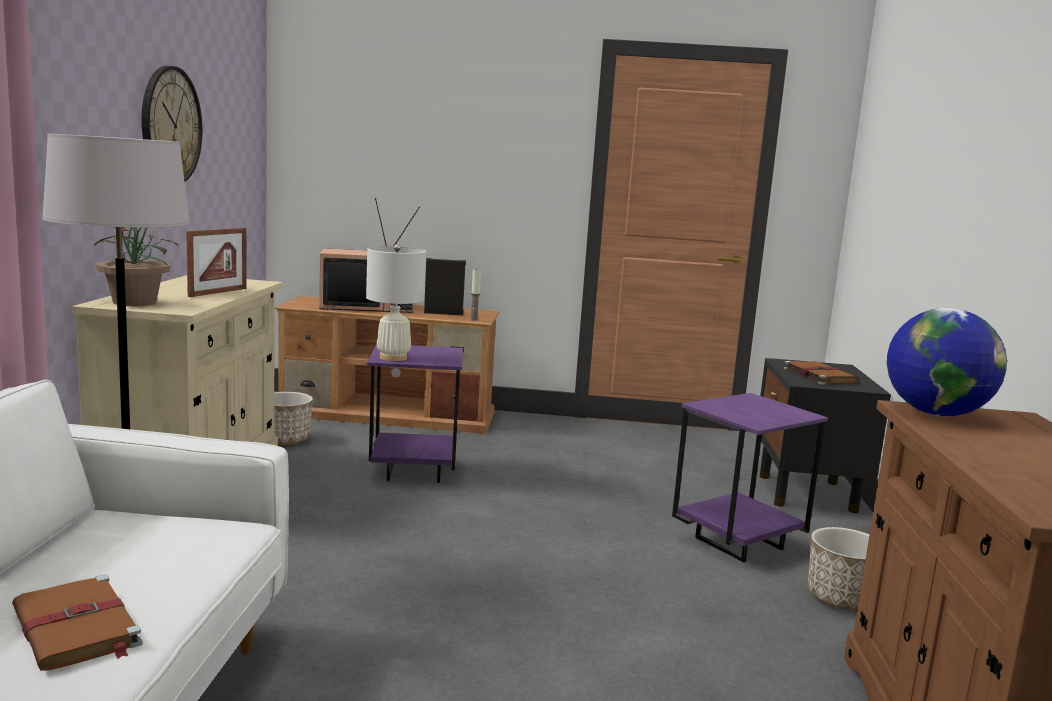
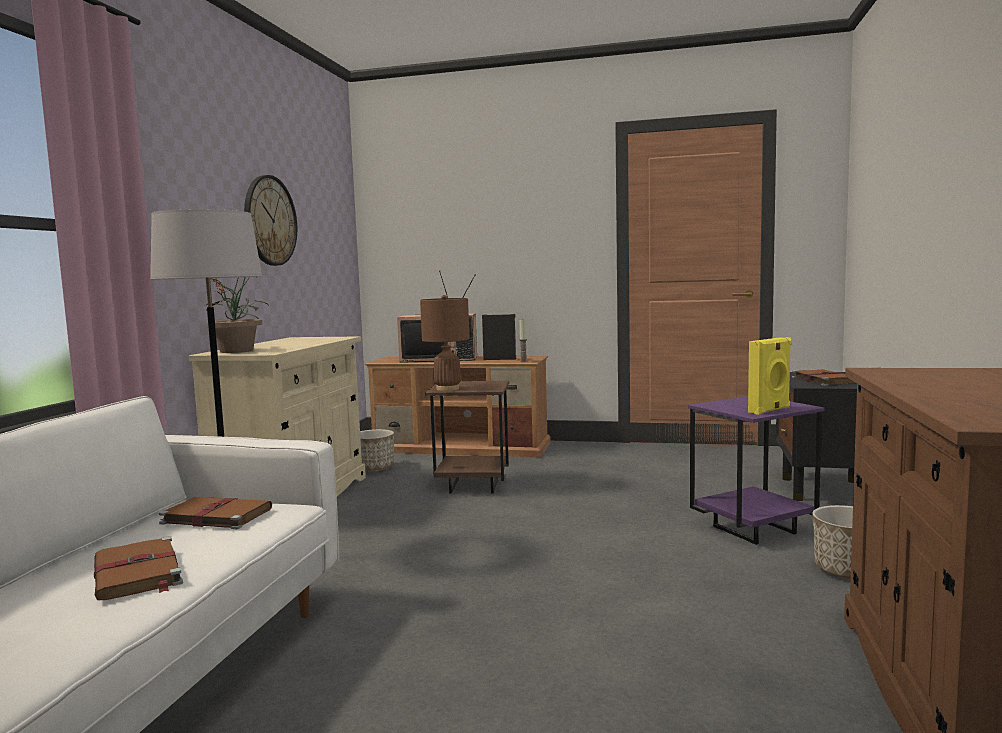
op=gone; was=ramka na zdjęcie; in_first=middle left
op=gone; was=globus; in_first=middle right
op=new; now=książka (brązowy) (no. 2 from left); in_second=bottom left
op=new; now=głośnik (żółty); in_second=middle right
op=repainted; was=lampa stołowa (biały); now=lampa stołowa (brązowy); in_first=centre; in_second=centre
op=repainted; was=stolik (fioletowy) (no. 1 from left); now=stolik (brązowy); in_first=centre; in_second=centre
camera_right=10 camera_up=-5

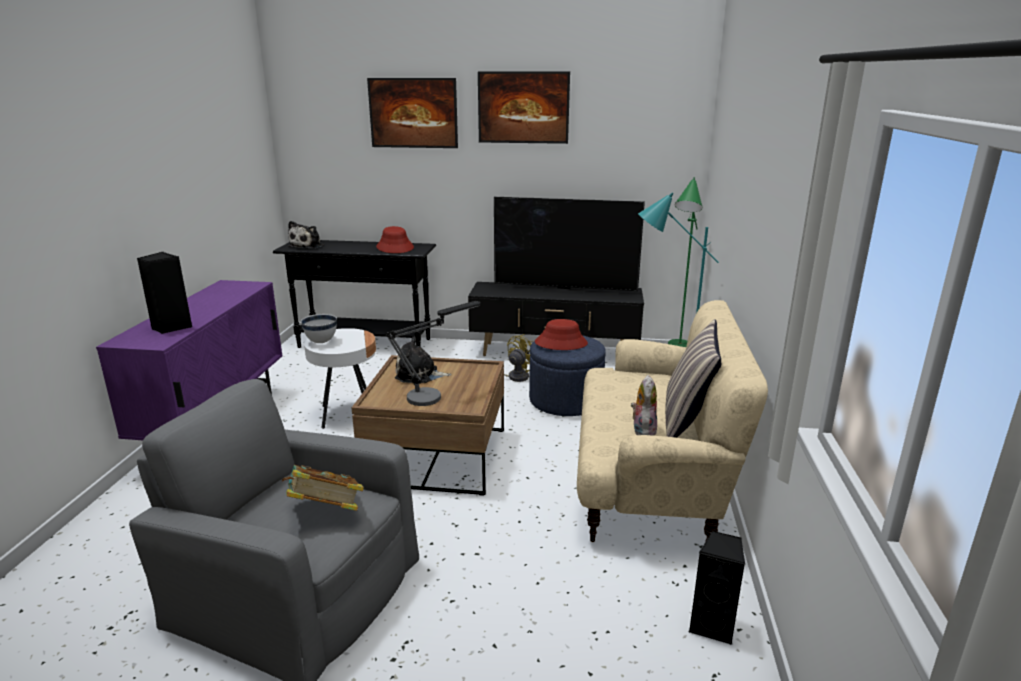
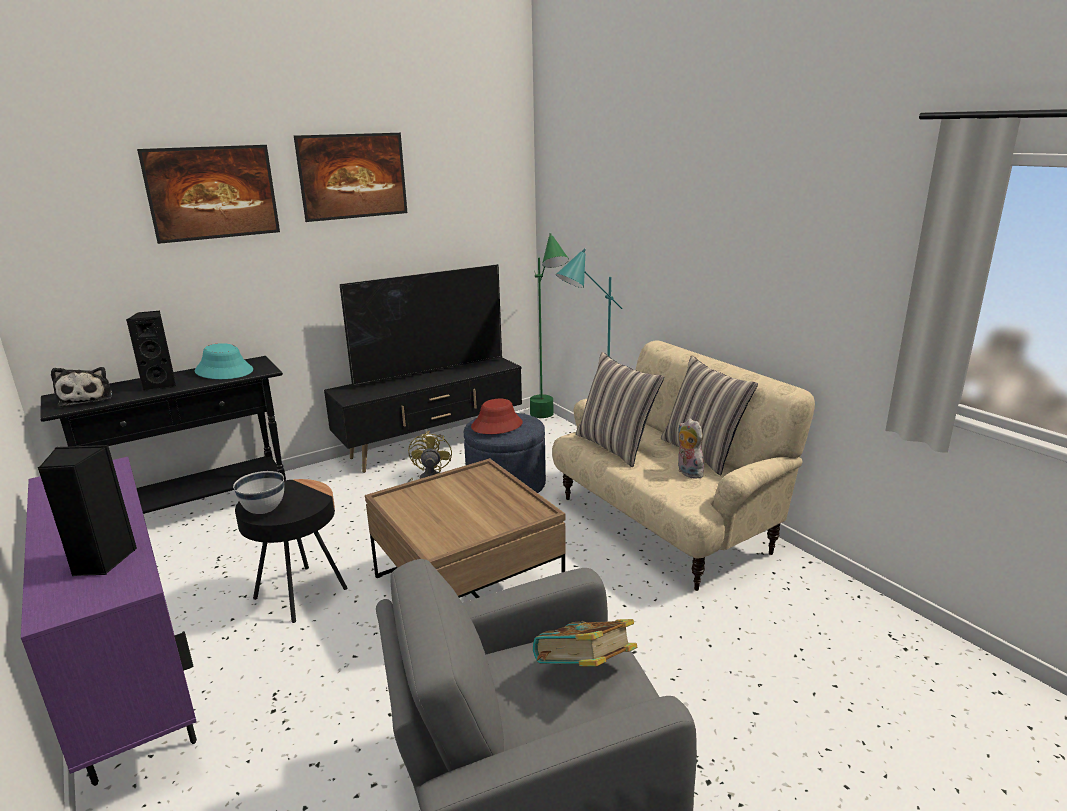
op=gone; was=lampa stołowa; in_first=centre
op=gone; was=pluszak (no. 2 from left); in_first=centre
op=new; now=poduszka (no. 1 from left); in_second=centre
op=shifted; was=głośnik (czarny) (no. 2 from left); in_first=bottom right; in_second=middle left
op=repainted; was=stolik (biały); now=stolik (czarny); in_first=middle left; in_second=bottom left
op=repainted; was=kapelusz (czerwony) (no. 1 from left); now=kapelusz (turkusowy); in_first=centre; in_second=middle left
camera_right=-40 camera_up=0

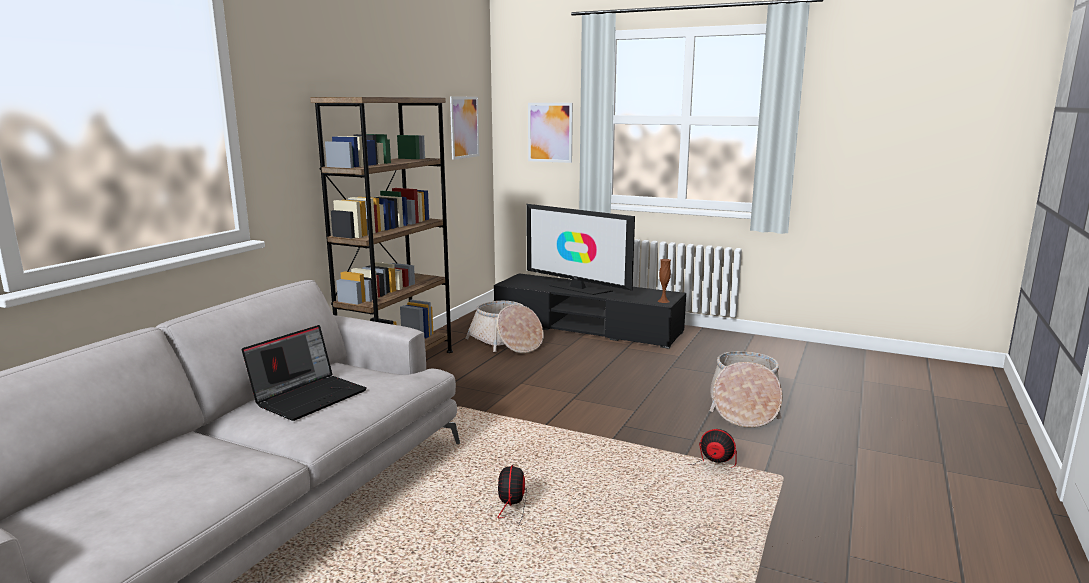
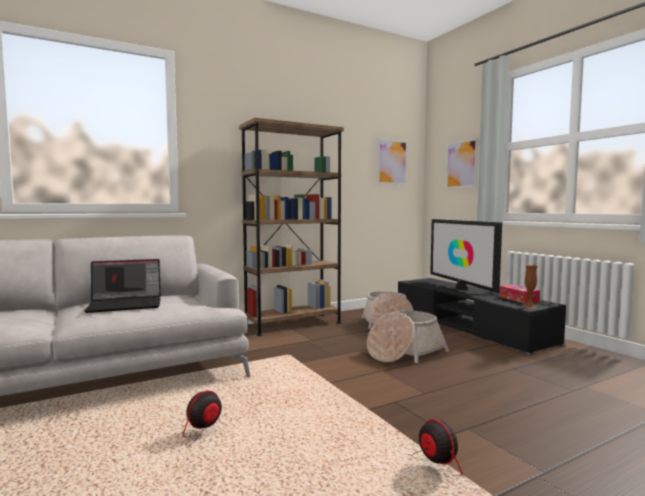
op=new; now=pudełko chusteczek; in_second=middle right
op=shifted; was=koszyk (no. 2 from left); in_first=bottom right; in_second=bottom centre
camera_right=35 camera_up=-10

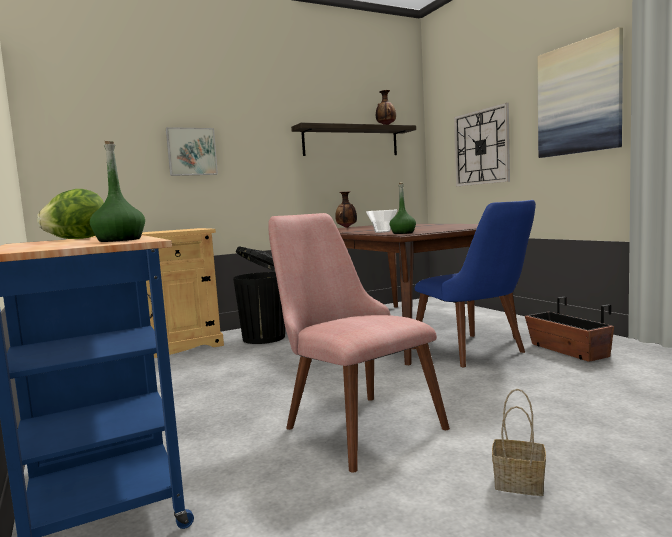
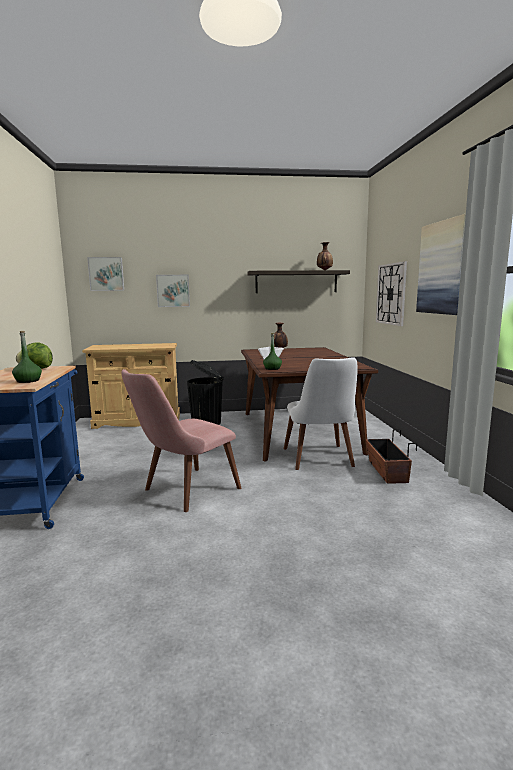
op=gone; was=koszyk; in_first=bottom right
op=new; now=obraz (no. 1 from left); in_second=middle left
op=repainted; was=krzesło (niebieski); now=krzesło (biały); in_first=middle right; in_second=centre
op=rotated; was=krzesło (różowy); in_first=centre; in_second=centre; clockwise=-120
camera_right=20 camera_up=5

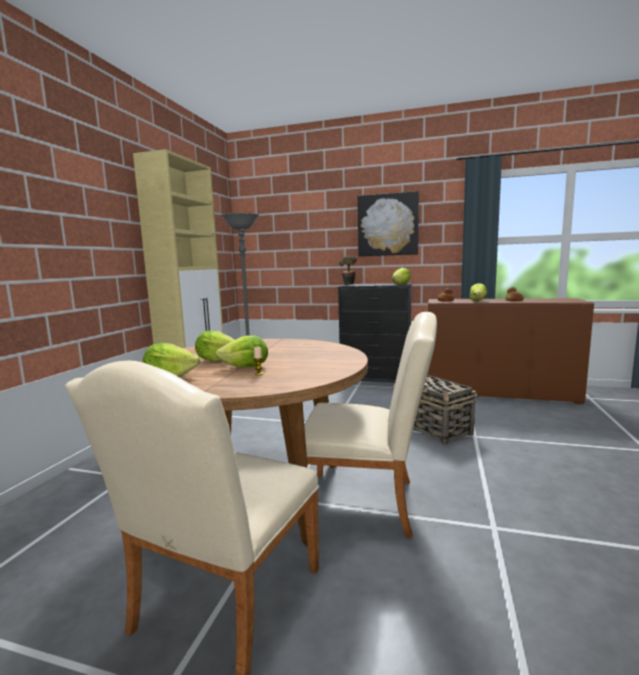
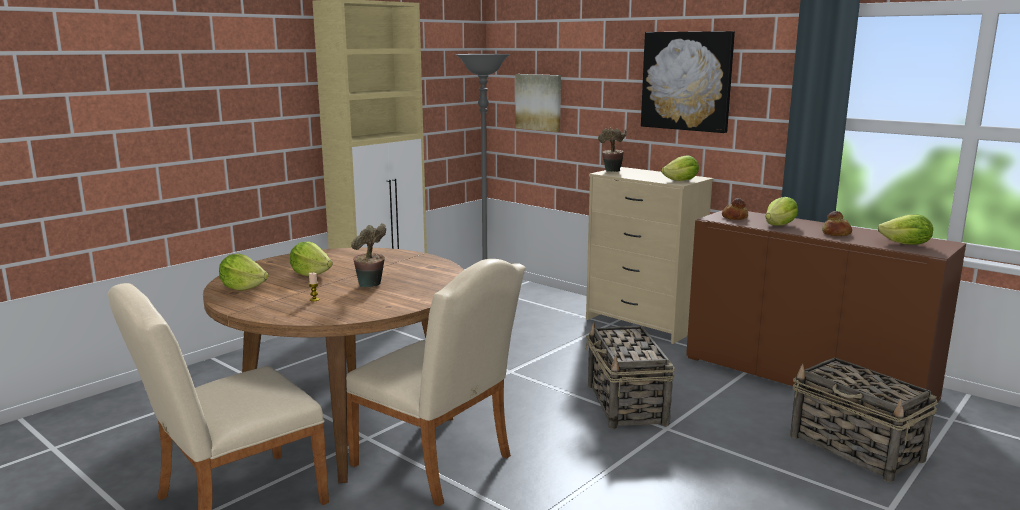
op=new; now=roślina doniczkowa (no. 1 from left); in_second=centre
op=new; now=obraz (no. 1 from left); in_second=top centre
op=new; now=koszyk (no. 2 from left); in_second=bottom right
op=shifted; was=sałata (no. 3 from left in the first image); now=sałata (no. 5 from left); in_first=centre; in_second=middle right
op=repainted; was=komoda (czarny); now=komoda (beżowy); in_first=centre; in_second=centre
camera_right=25 camera_up=5

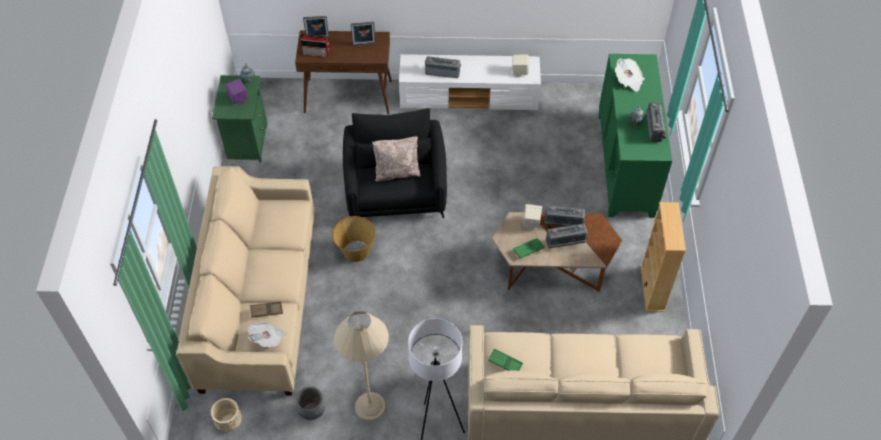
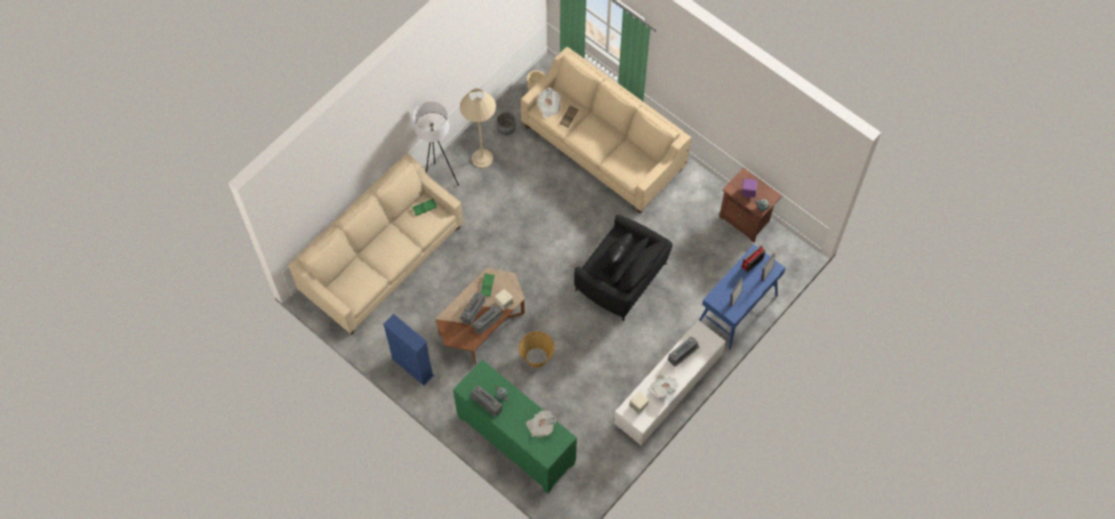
op=new; now=gazeta (no. 3 from left); in_second=bottom centre
op=shifted; was=koszyk; in_first=centre; in_second=bottom centre
op=repainted; was=szafka nocna (zielony); now=szafka nocna (brązowy); in_first=top left; in_second=middle right
op=repainted; was=stolik konsolowy (brązowy); now=stolik konsolowy (niebieski); in_first=top centre; in_second=centre
op=repainted; was=poduszka (beżowy); now=poduszka (czarny); in_first=centre; in_second=centre
op=repainted; was=regał (beżowy); now=regał (niebieski); in_first=middle right; in_second=bottom centre
camera_right=130 camera_up=10

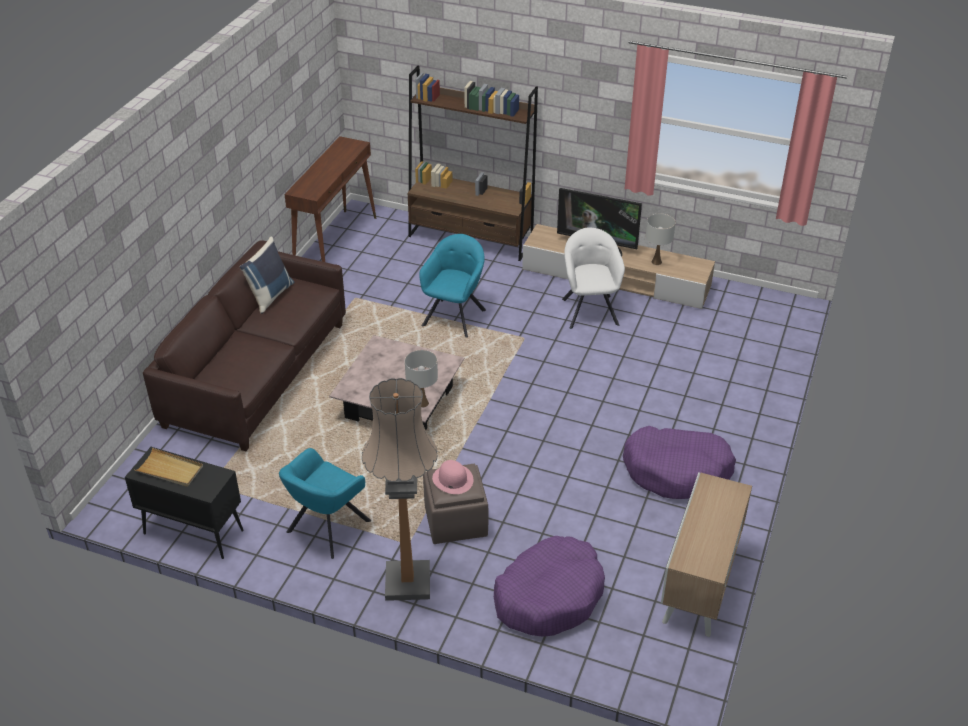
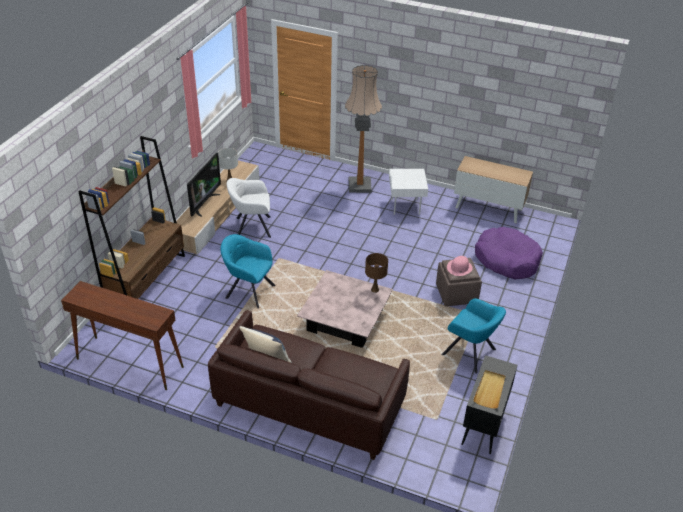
op=shifted; was=lampa stojąca; in_first=bottom centre; in_second=top centre
op=swapped; was=legowisko (fioletowy) (no. 2 from left); now=stolik (biały); in_first=middle right; in_second=centre
op=repainted; was=lampa stołowa (biały) (no. 1 from left); now=lampa stołowa (brązowy); in_first=centre; in_second=centre
camera_right=-90 camera_up=0

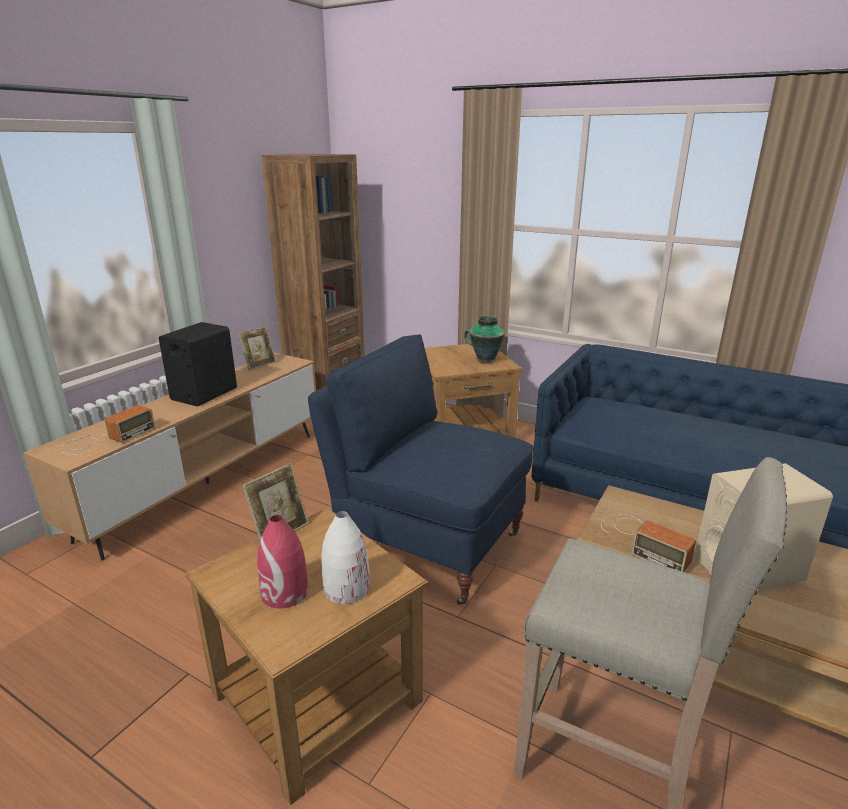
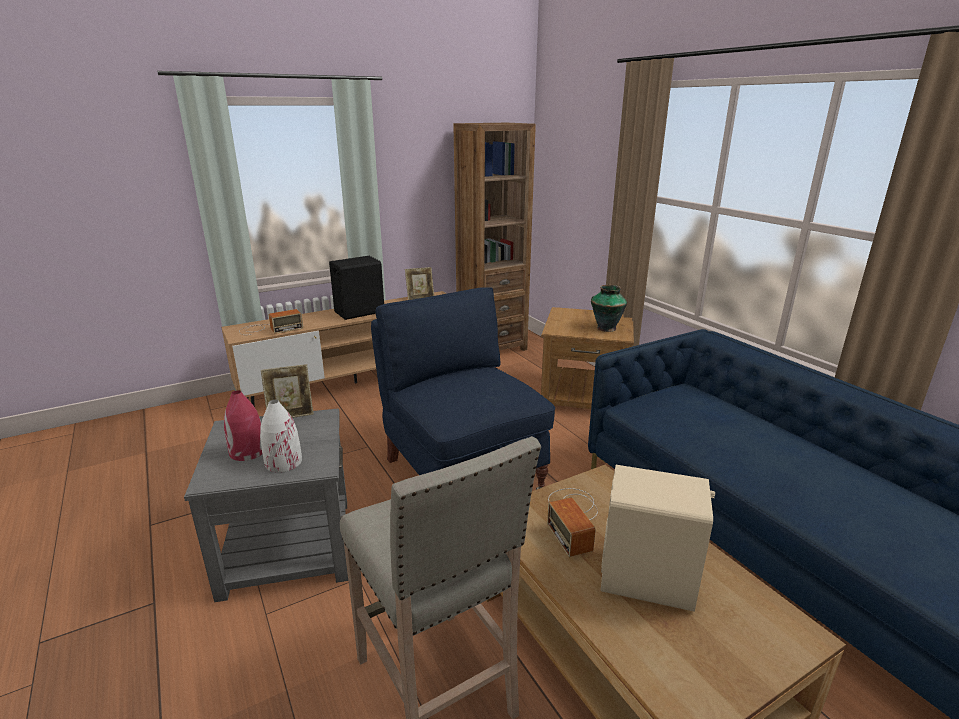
op=repainted; was=stolik (brązowy) (no. 1 from left); now=stolik (szary); in_first=bottom centre; in_second=bottom left
camera_right=30 camera_up=0

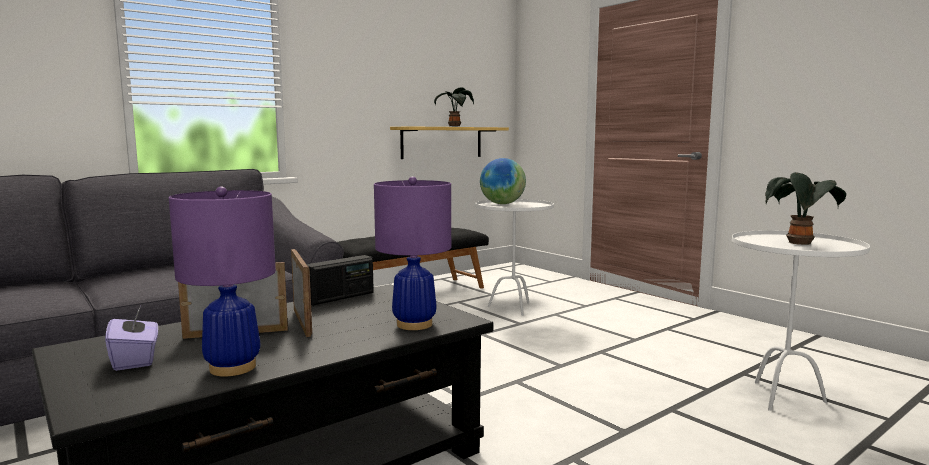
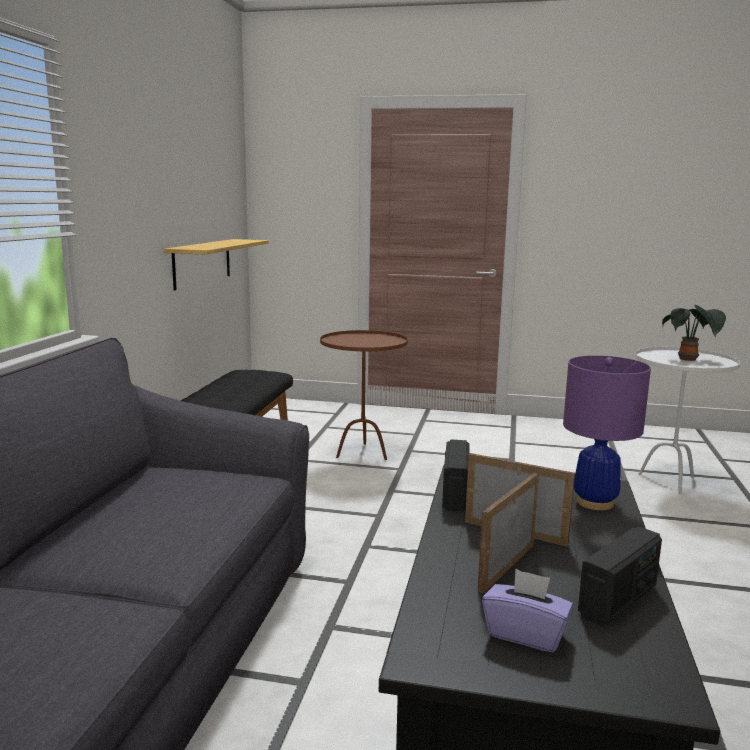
op=gone; was=roślina doniczkowa (no. 1 from left); in_first=top centre
op=gone; was=globus; in_first=centre
op=swapped; was=lampa stołowa (fioletowy) (no. 1 from left); now=radio (no. 2 from left); in_first=middle left; in_second=bottom right
op=repainted; was=stolik (biały) (no. 1 from left); now=stolik (brązowy); in_first=centre; in_second=centre
camera_right=-40 camera_up=5

